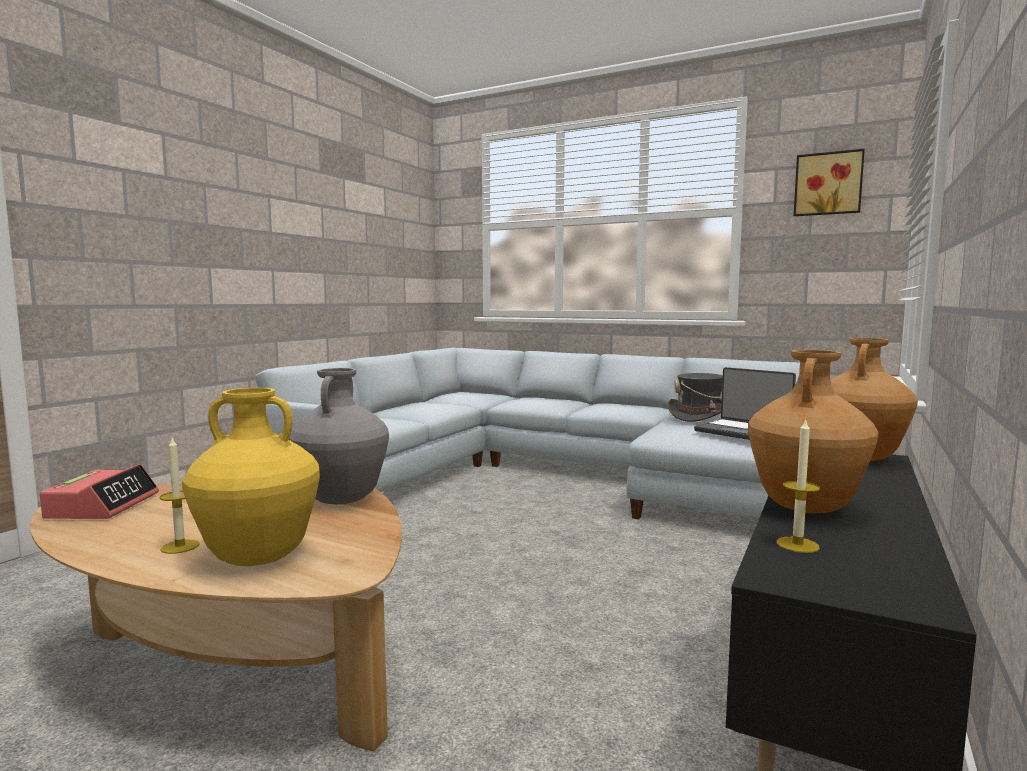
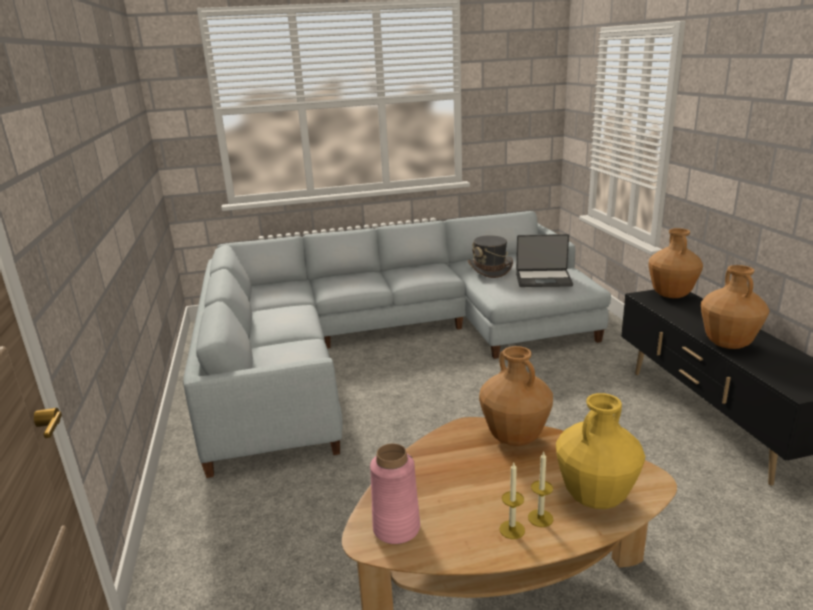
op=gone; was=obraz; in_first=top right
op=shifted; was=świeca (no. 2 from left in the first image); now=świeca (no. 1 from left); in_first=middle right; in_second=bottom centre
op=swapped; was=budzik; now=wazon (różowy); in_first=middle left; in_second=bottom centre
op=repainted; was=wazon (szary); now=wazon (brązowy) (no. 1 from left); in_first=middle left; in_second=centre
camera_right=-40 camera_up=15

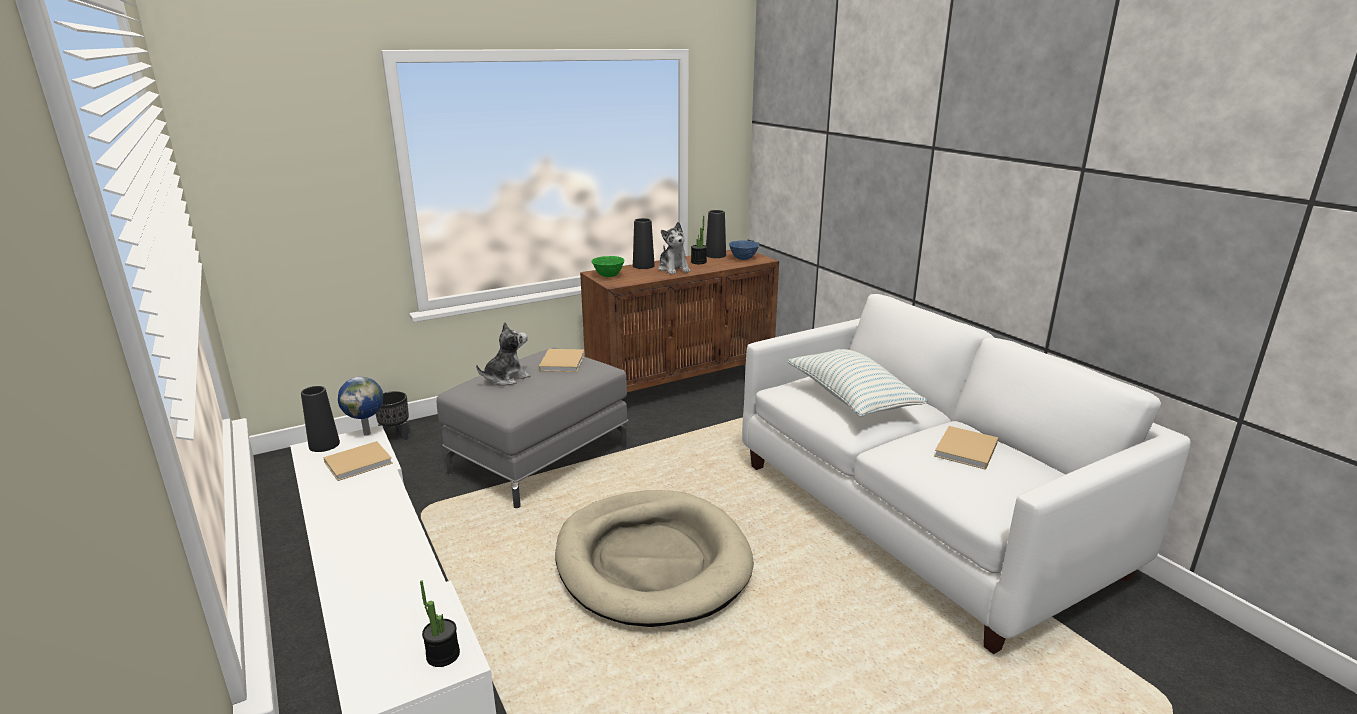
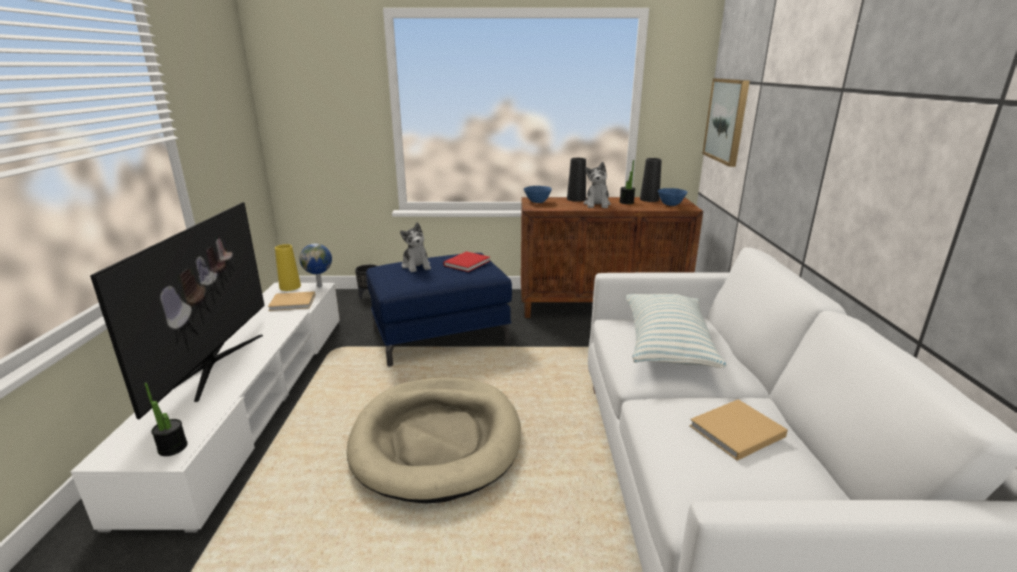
op=new; now=telewizor; in_second=middle left
op=new; now=obraz; in_second=top right
op=repainted; was=wazon (czarny) (no. 1 from left); now=wazon (żółty); in_first=middle left; in_second=middle left
op=repainted; was=pufa (szary); now=pufa (niebieski); in_first=centre; in_second=centre
op=repainted; was=książka (beżowy) (no. 2 from left); now=książka (czerwony); in_first=centre; in_second=centre
op=repainted; was=miska (zielony); now=miska (niebieski) (no. 1 from left); in_first=centre; in_second=centre
op=rotated; was=pluszak (no. 1 from left); in_first=centre; in_second=centre; clockwise=75
camera_right=30 camera_up=0

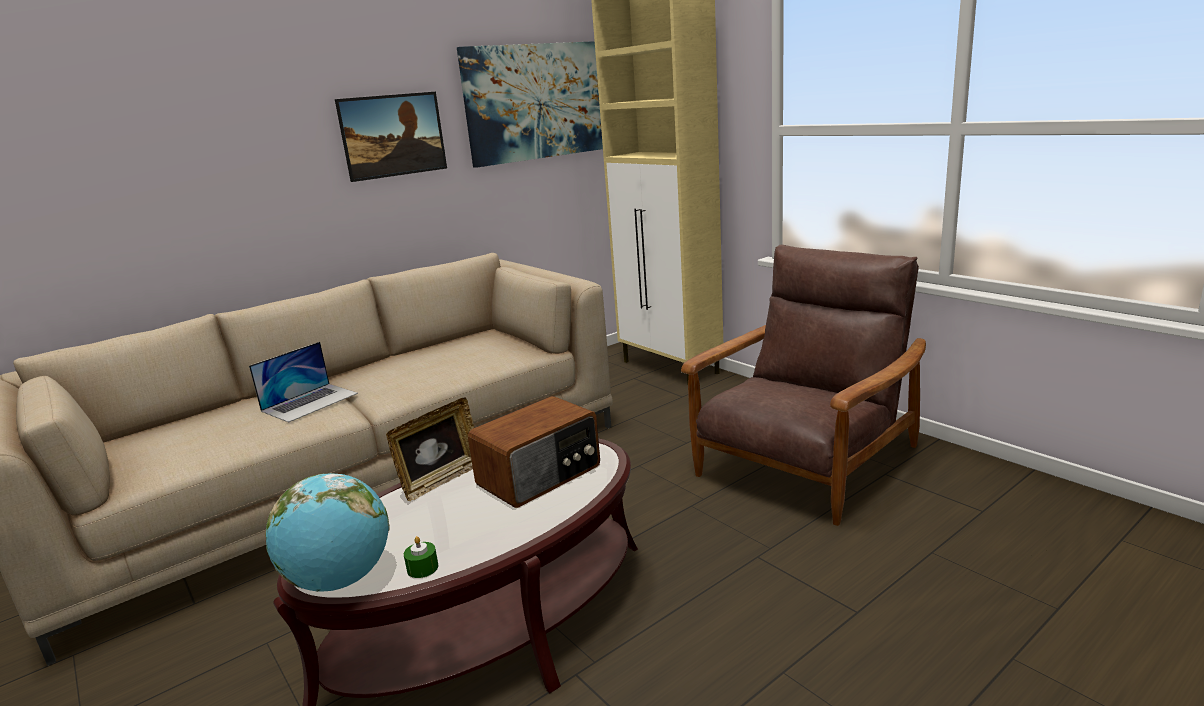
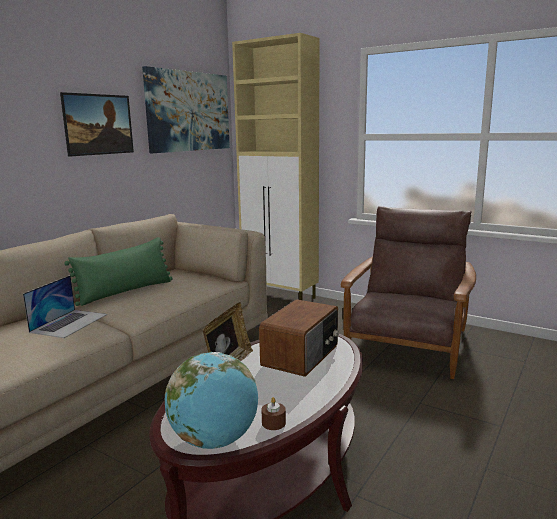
op=new; now=poduszka (zielony); in_second=middle left
op=repainted; was=świeca (zielony); now=świeca (brązowy); in_first=bottom centre; in_second=bottom centre
camera_right=-20 camera_up=-5

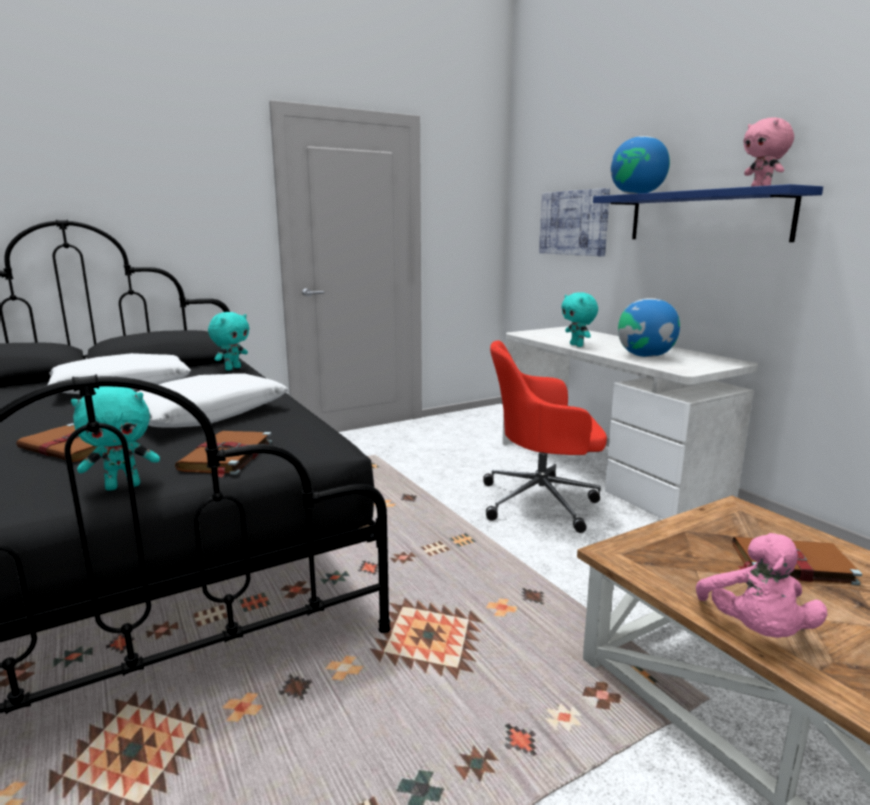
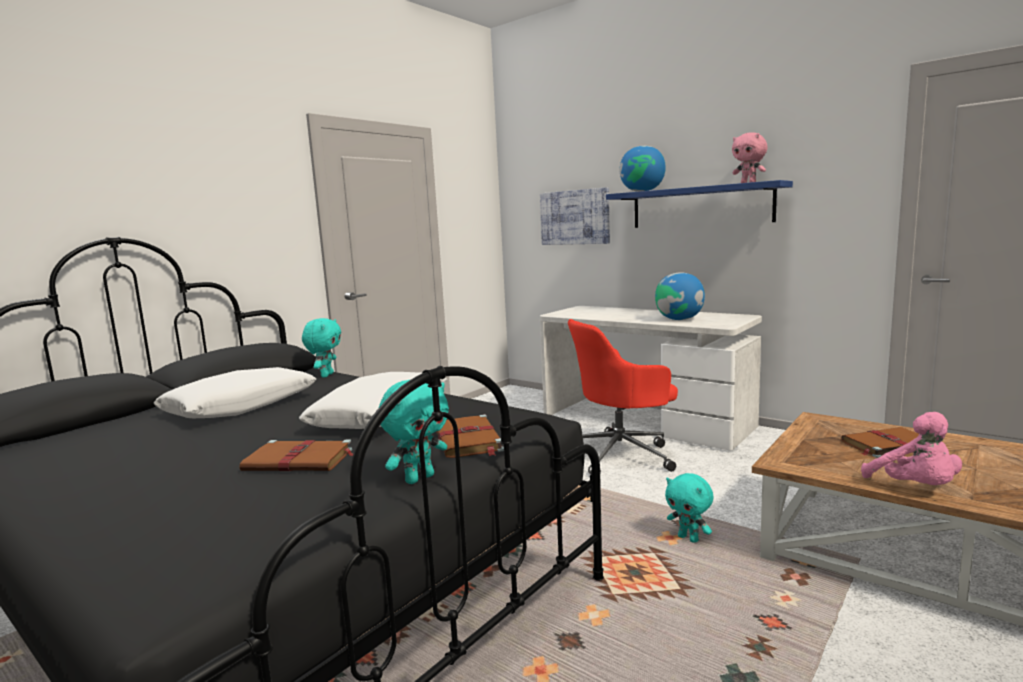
op=shifted; was=pluszak (turkusowy) (no. 3 from left); in_first=centre; in_second=bottom right
camera_right=-20 camera_up=-5

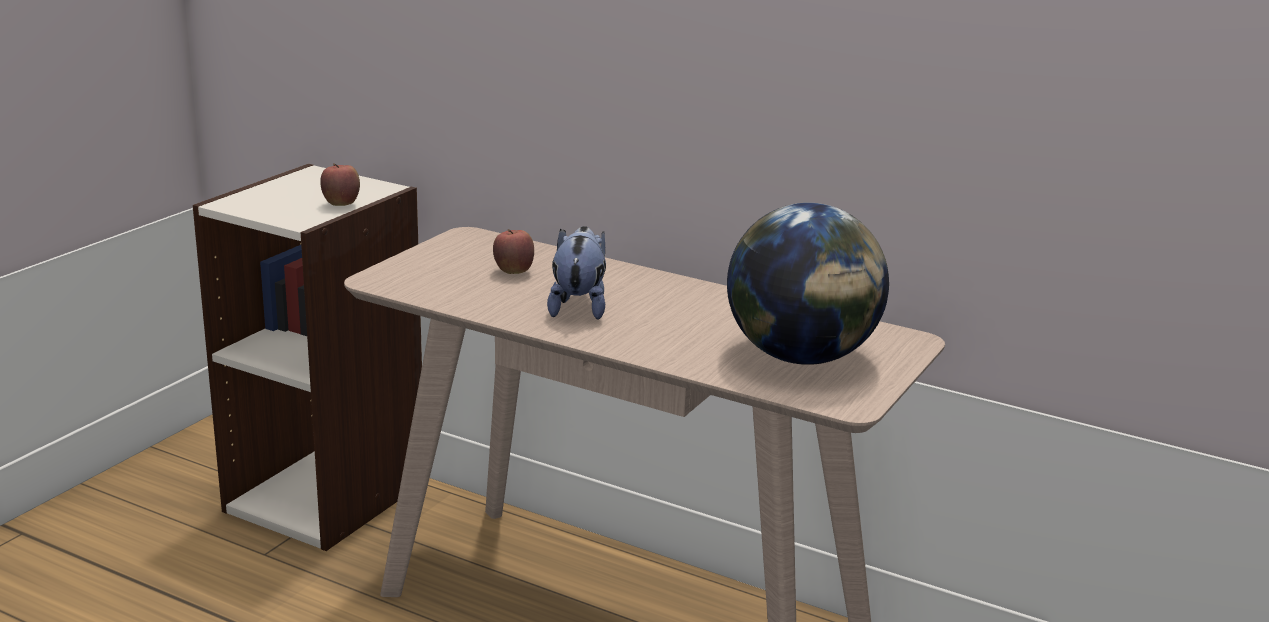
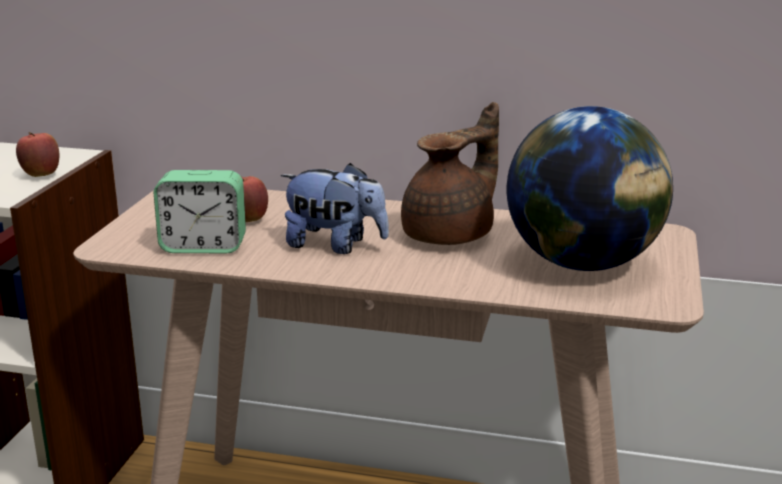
op=new; now=budzik; in_second=middle left
op=new; now=imbryk (brązowy); in_second=centre
op=rotated; was=pluszak; in_first=centre; in_second=centre; clockwise=120
camera_right=-15 camera_up=0

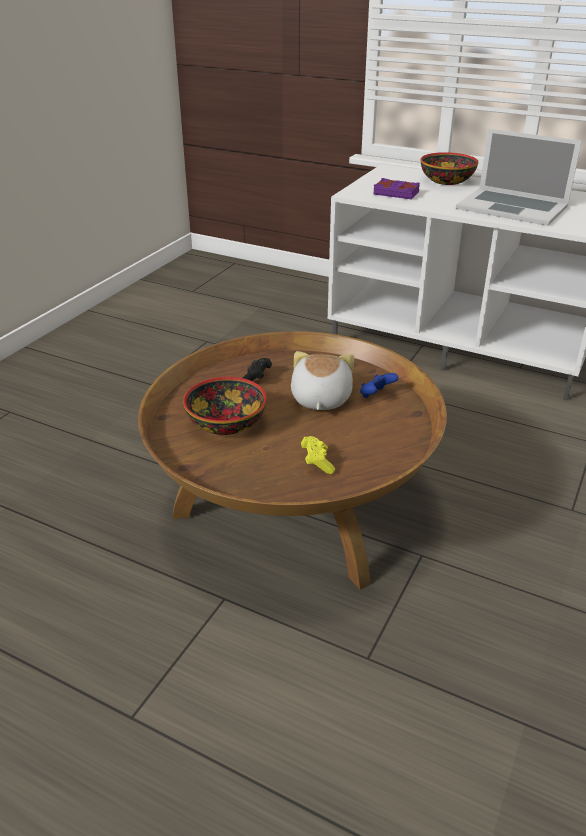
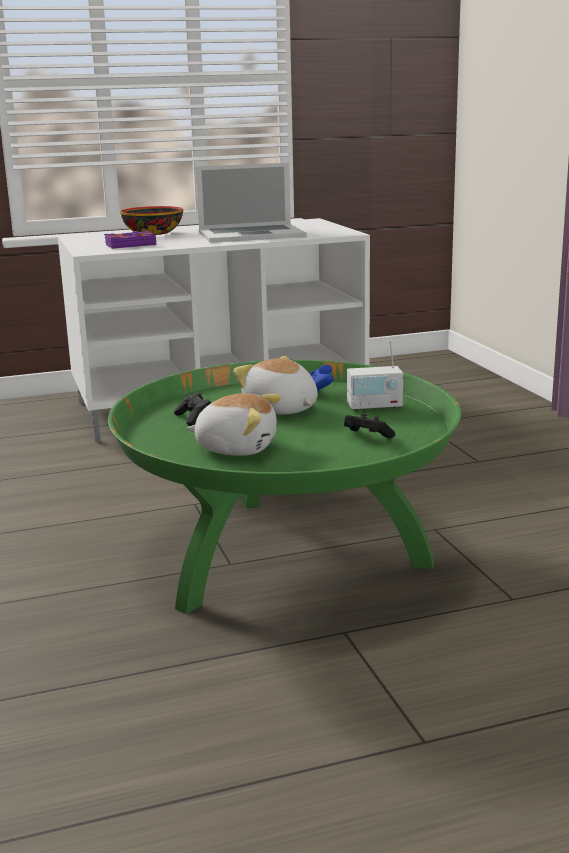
op=new; now=radio; in_second=centre
op=swapped; was=miska (no. 1 from left); now=pluszak (no. 1 from left); in_first=centre; in_second=centre
op=repainted; was=ława (brązowy); now=ława (zielony); in_first=centre; in_second=centre
op=repainted; was=pad do gier (żółty); now=pad do gier (czarny) (no. 2 from left); in_first=centre; in_second=centre
camera_right=-45 camera_up=-15

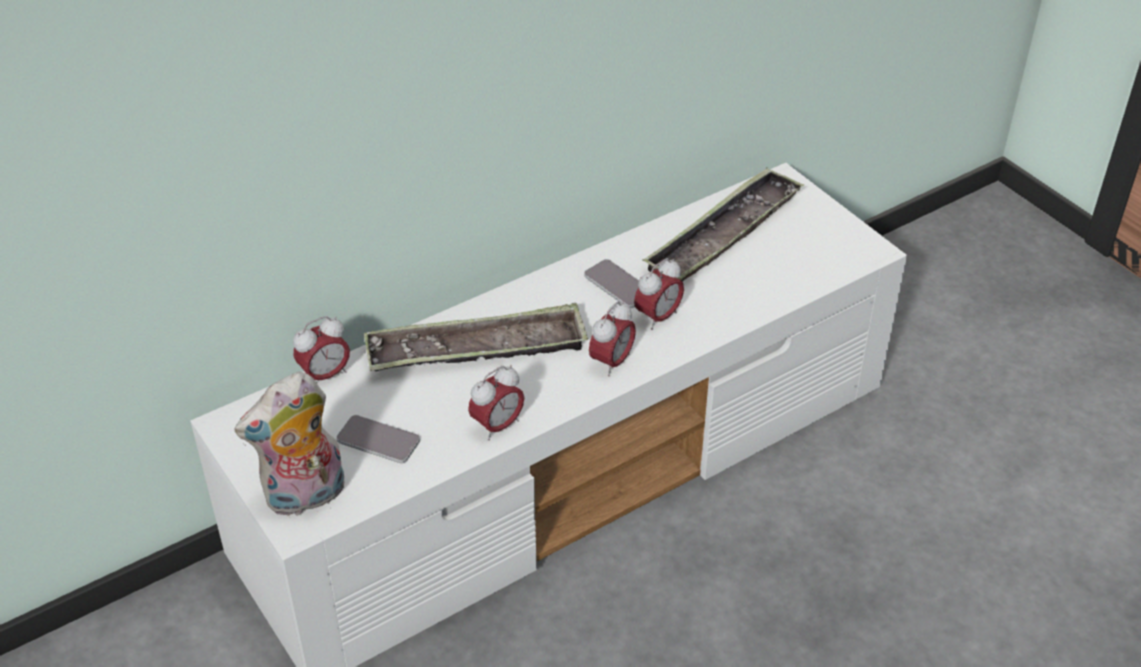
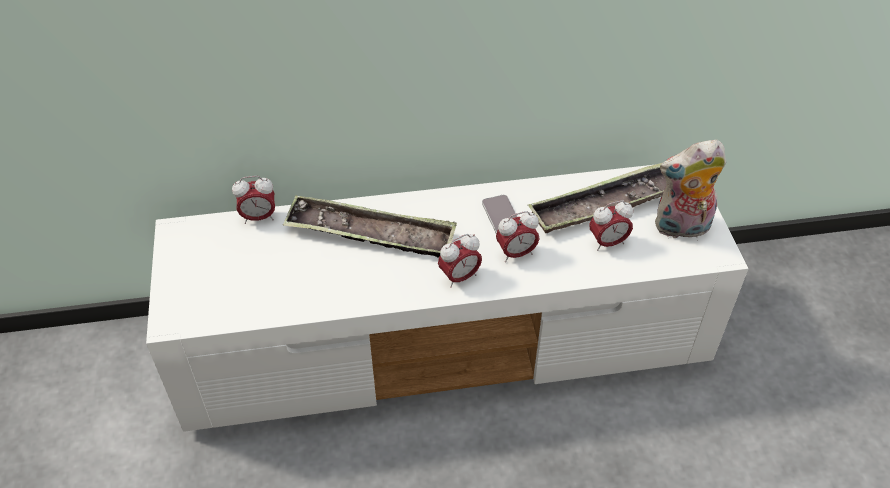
op=gone; was=telefon (no. 1 from left); in_first=middle left
op=shifted; was=pluszak; in_first=bottom left; in_second=middle right
op=shifted; was=budzik (no. 2 from left in the first image); now=budzik (no. 4 from left); in_first=centre; in_second=middle right
camera_right=25 camera_up=5

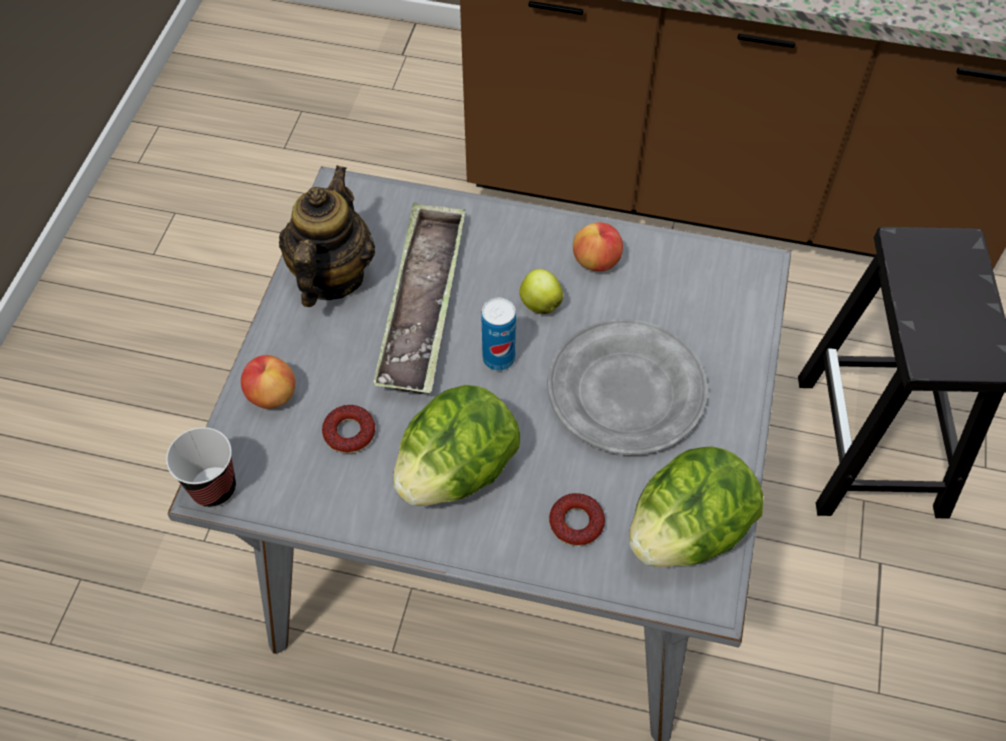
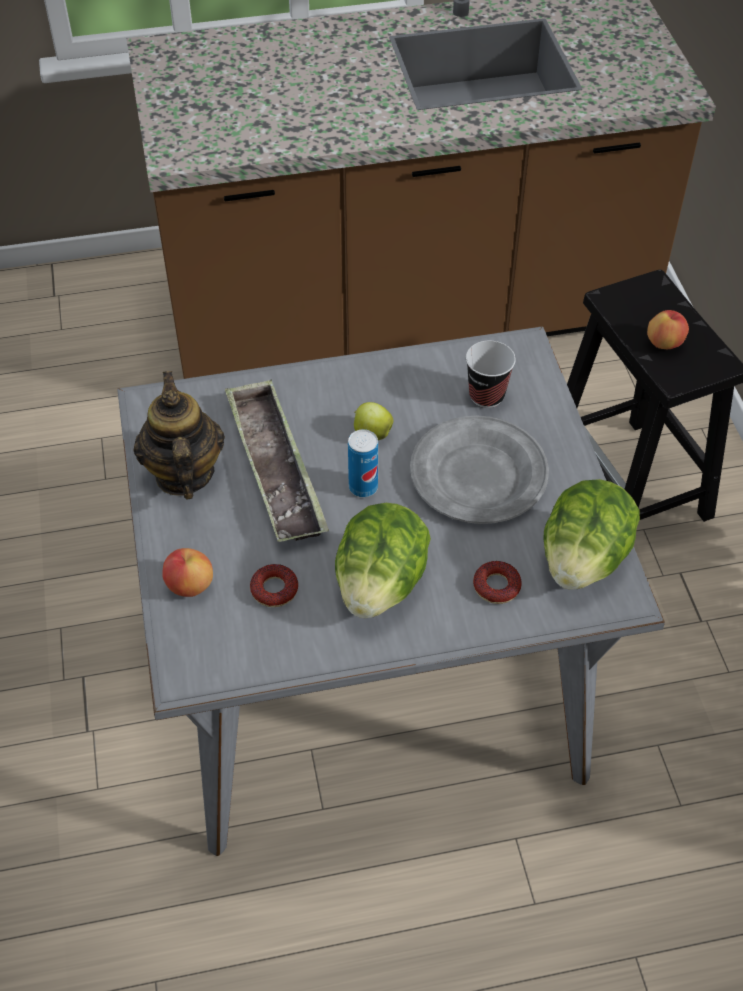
op=shifted; was=filiżanka; in_first=middle left; in_second=centre
op=shifted; was=jabłko (no. 3 from left); in_first=top centre; in_second=top right
camera_right=-25 camera_up=-5

